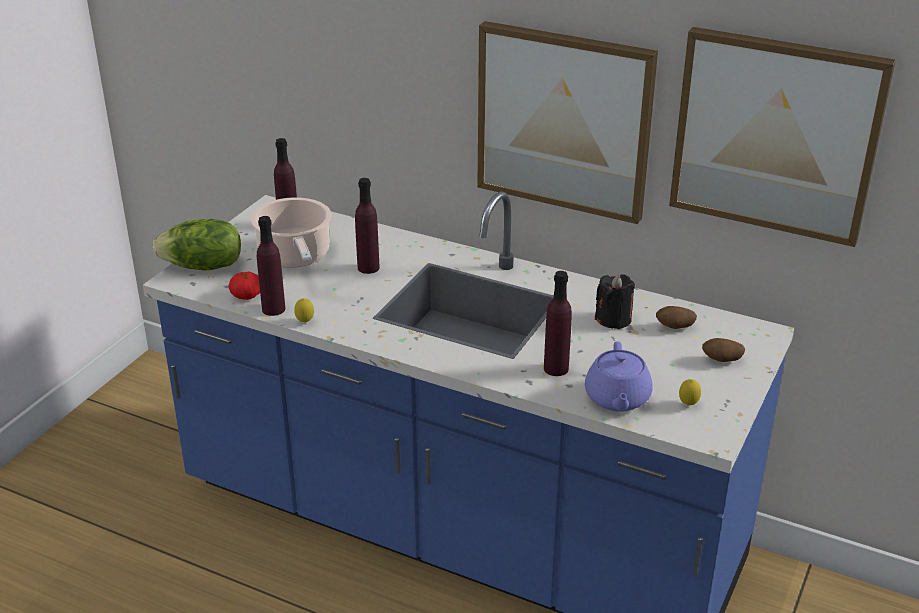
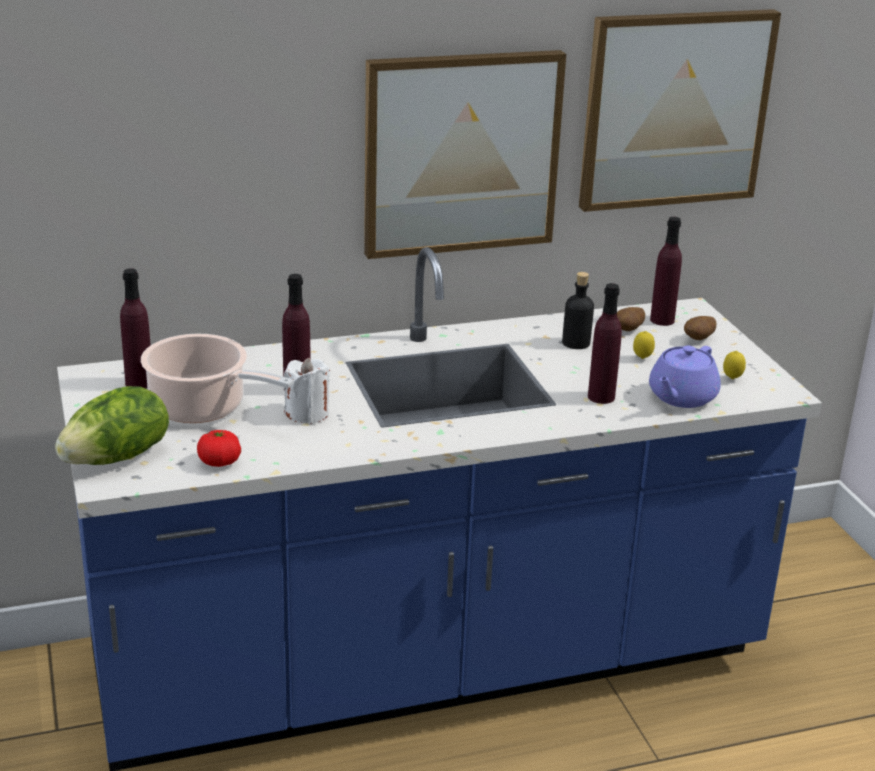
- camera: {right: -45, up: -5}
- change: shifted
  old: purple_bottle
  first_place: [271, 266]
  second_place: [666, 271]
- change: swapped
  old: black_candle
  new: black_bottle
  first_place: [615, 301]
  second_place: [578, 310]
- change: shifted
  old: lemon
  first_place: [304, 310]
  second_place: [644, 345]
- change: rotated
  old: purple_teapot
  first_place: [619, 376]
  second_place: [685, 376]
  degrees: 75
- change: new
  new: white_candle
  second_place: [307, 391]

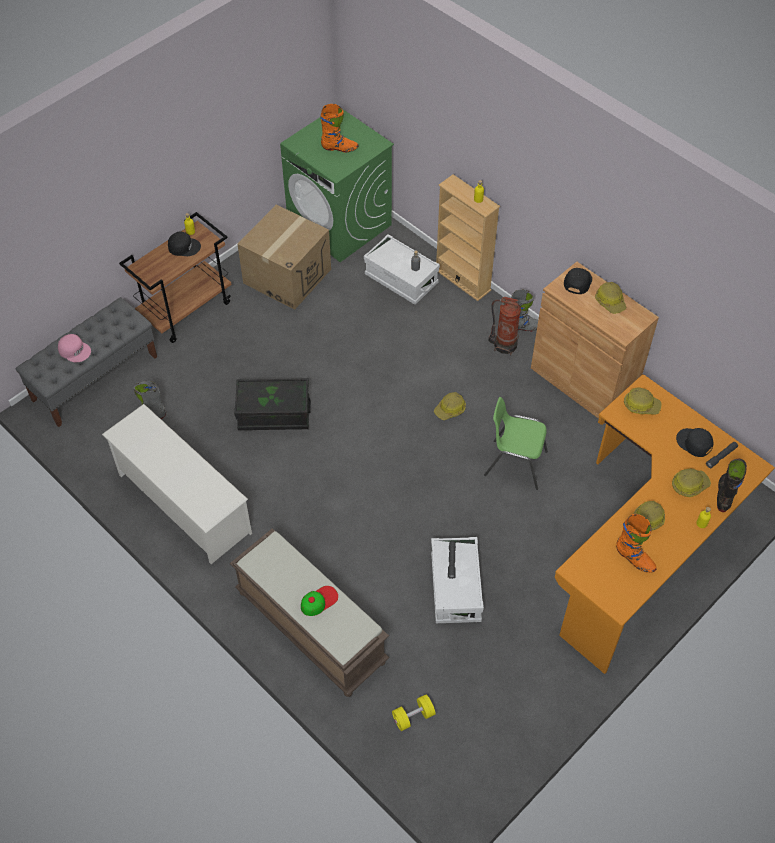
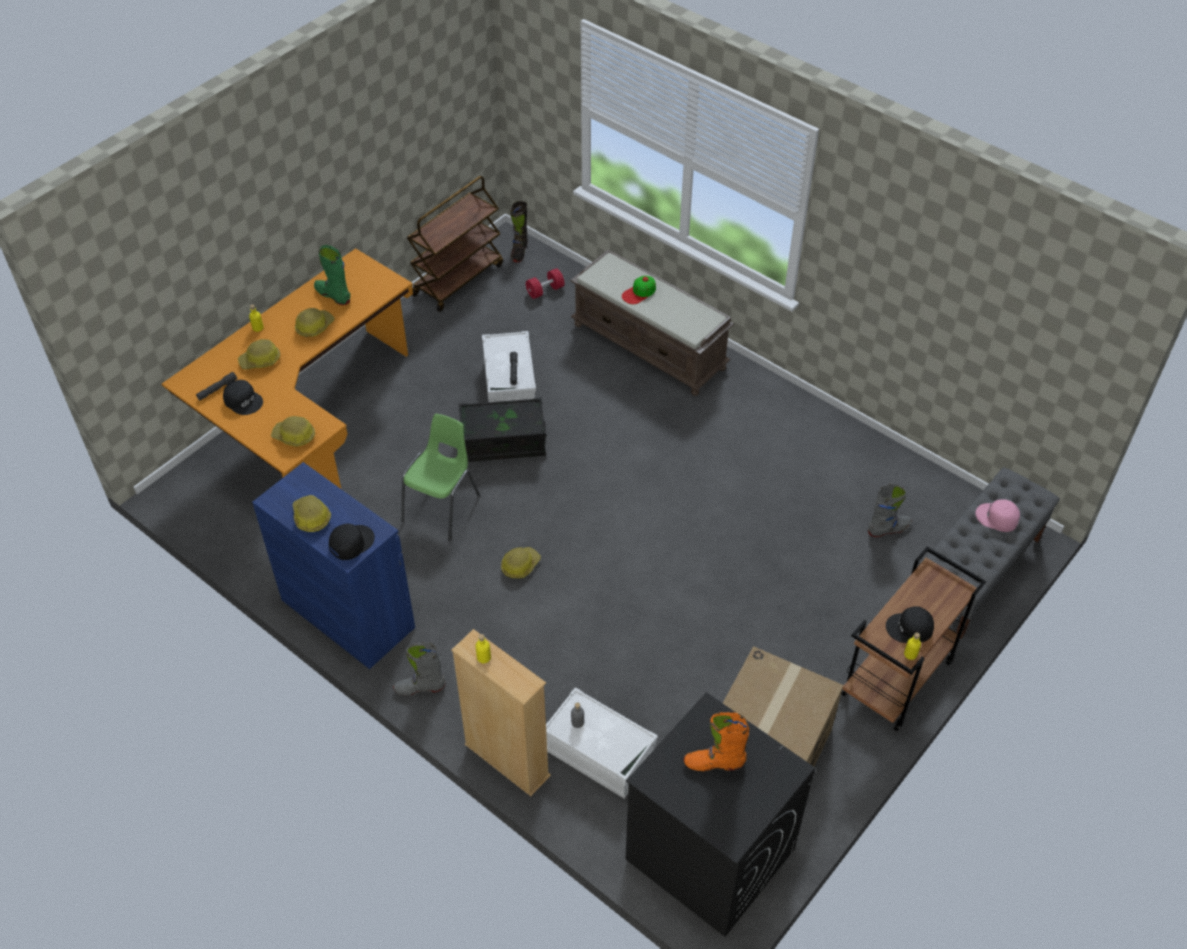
- camera: {right: 175, up: -5}
- change: repainted
  old: green_washing_machine
  new: black_washing_machine
  first_place: [337, 186]
  second_place: [720, 814]
- change: repainted
  old: brown_cabinet
  new: blue_cabinet
  first_place: [595, 343]
  second_place: [333, 565]
- change: rotated
  old: black_cap
  first_place: [578, 281]
  second_place: [352, 542]
  degrees: -150
- change: gone
  old: fire_extinguisher
  first_place: [504, 326]
- change: shifted
  old: black_storage_box
  first_place: [272, 404]
  second_place: [503, 430]
- change: rotated
  old: green_chair
  first_place: [516, 443]
  second_place: [440, 477]
  degrees: -75
- change: gone
  old: white_shoe_rack
  first_place: [177, 484]
- change: shifted
  old: black_boot
  first_place: [732, 485]
  second_place: [519, 231]
- change: repainted
  old: orange_boot
  new: green_boot
  first_place: [636, 543]
  second_place: [332, 275]
- change: repainted
  old: yellow_dumbbell
  new: red_dumbbell
  first_place: [414, 712]
  second_place: [545, 283]
- change: new
  new: brown_cart
  second_place: [455, 244]

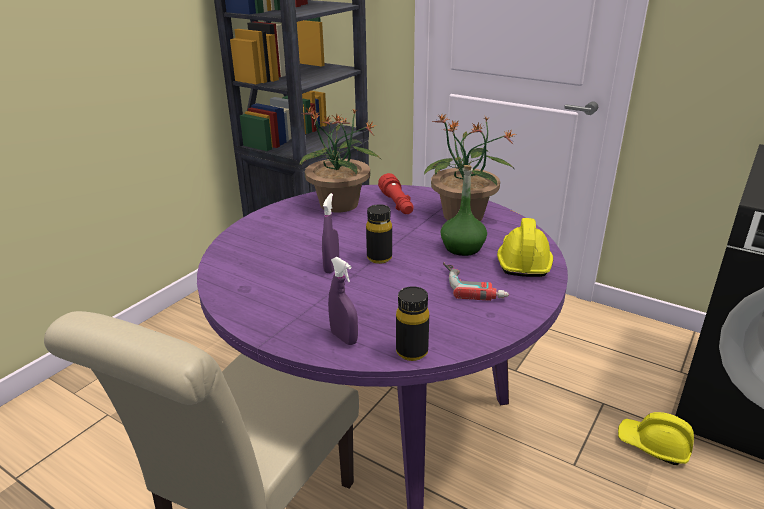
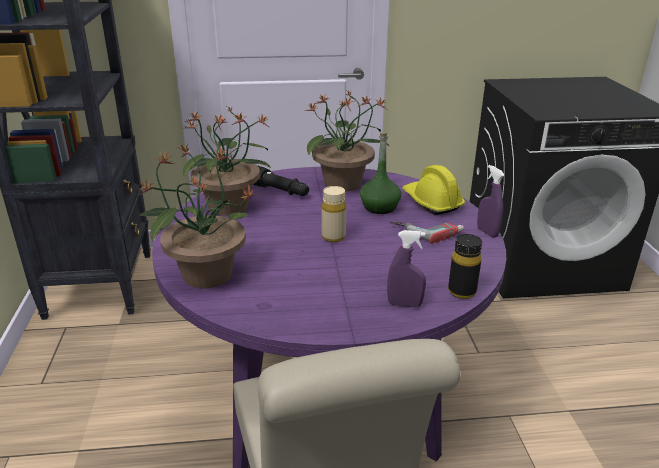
- camera: {right: -40, up: 0}
- change: repainted
  old: red_flashlight
  new: black_flashlight
  first_place: [396, 193]
  second_place: [281, 180]
- change: shifted
  old: purple_spray_bottle
  first_place: [330, 233]
  second_place: [491, 201]
- change: repainted
  old: black_bottle
  new: beige_bottle
  first_place: [379, 234]
  second_place: [334, 214]
- change: gone
  old: yellow_hard_hat
  first_place: [656, 438]
- change: new
  new: potted_plant
  second_place: [197, 216]

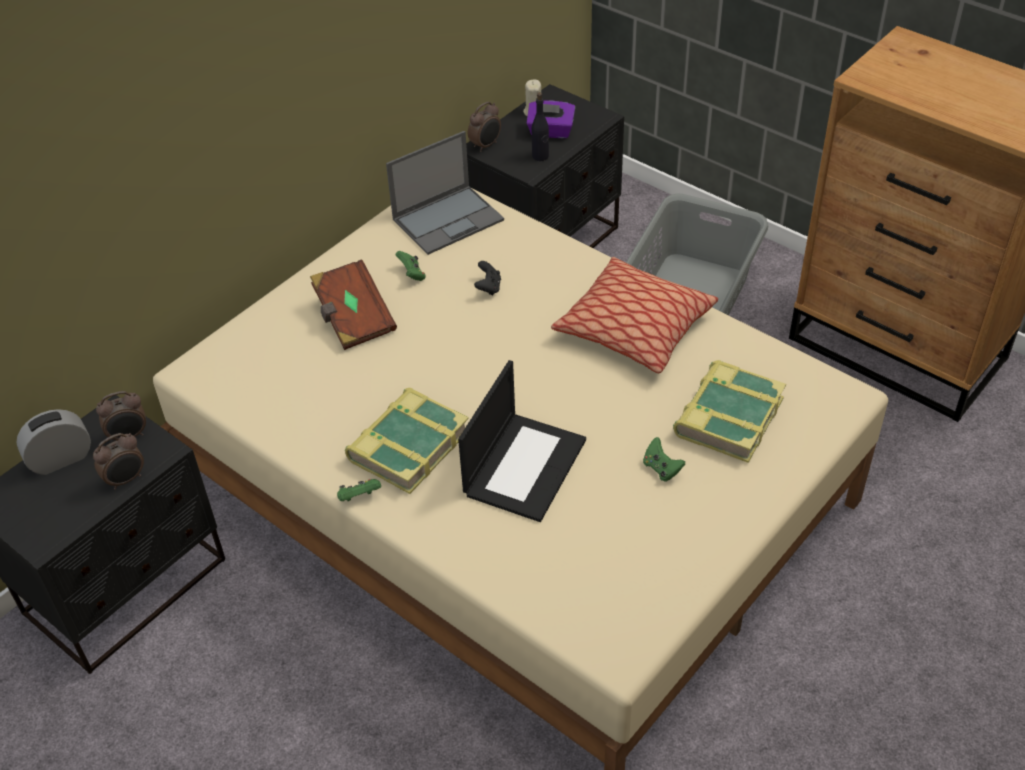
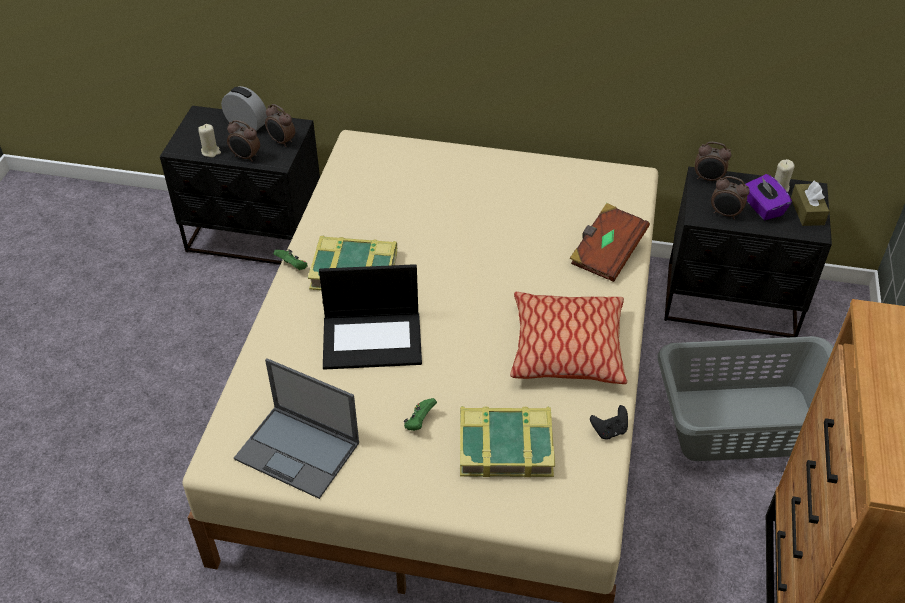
- camera: {right: 60, up: 0}
- change: swapped
  old: black_bottle
  new: alarm_clock
  first_place: [540, 126]
  second_place: [730, 197]
- change: shifted
  old: laptop
  first_place: [445, 193]
  second_place: [296, 428]
- change: gone
  old: green_game_controller
  first_place: [411, 266]
- change: shifted
  old: brown_book
  first_place: [353, 305]
  second_place: [609, 242]
- change: shifted
  old: black_game_controller
  first_place: [487, 278]
  second_place: [609, 422]
- change: new
  new: beige_candle
  second_place: [209, 140]
- change: new
  new: brown_tissue_box
  second_place: [810, 203]

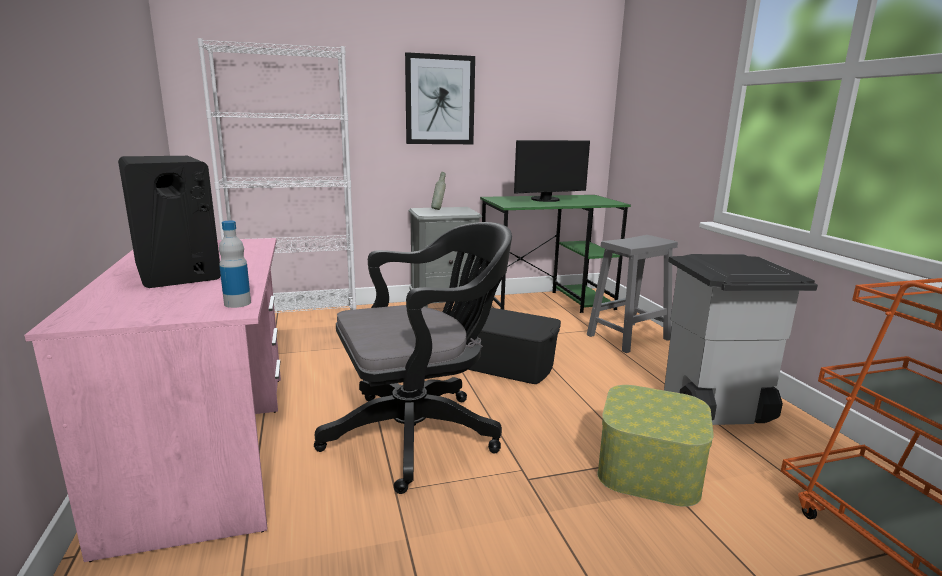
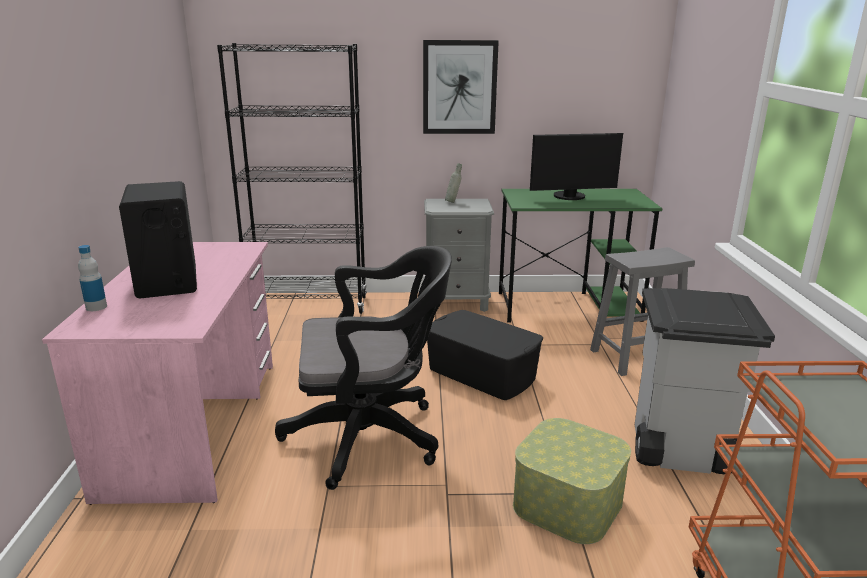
- camera: {right: 15, up: 5}
- change: repainted
  old: white_bookcase
  new: black_bookcase
  first_place: [277, 175]
  second_place: [292, 178]
- change: shifted
  old: bottle
  first_place: [235, 264]
  second_place: [92, 278]

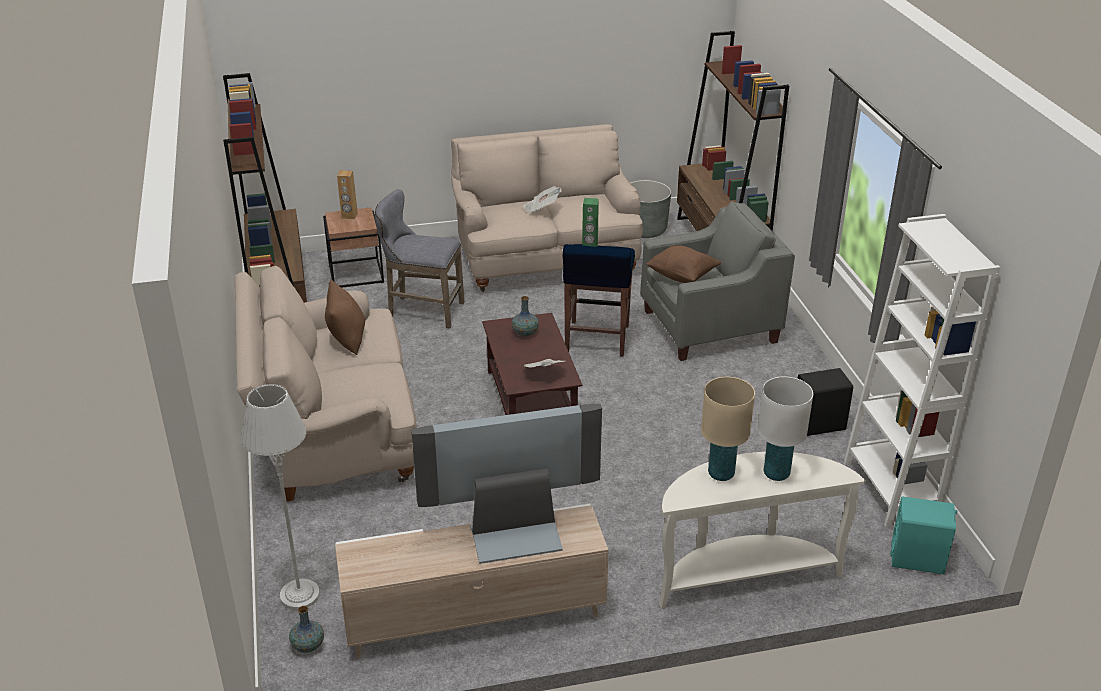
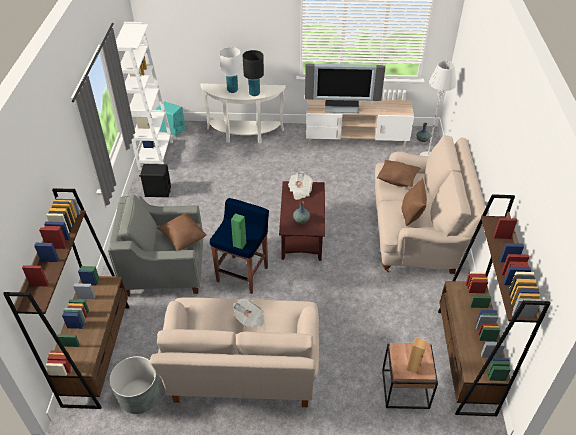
- camera: {right: -165, up: 10}
- change: gone
  old: grey_stool
  first_place: [420, 258]
- change: repainted
  old: beige_table_lamp
  new: black_table_lamp
  first_place: [728, 429]
  second_place: [253, 73]
- change: new
  new: brown_pillow
  second_place: [399, 173]

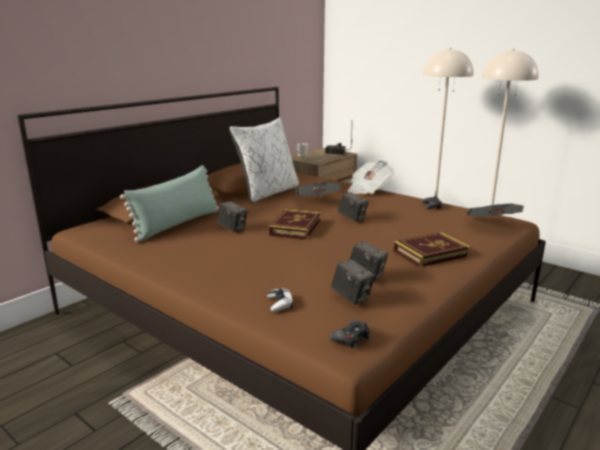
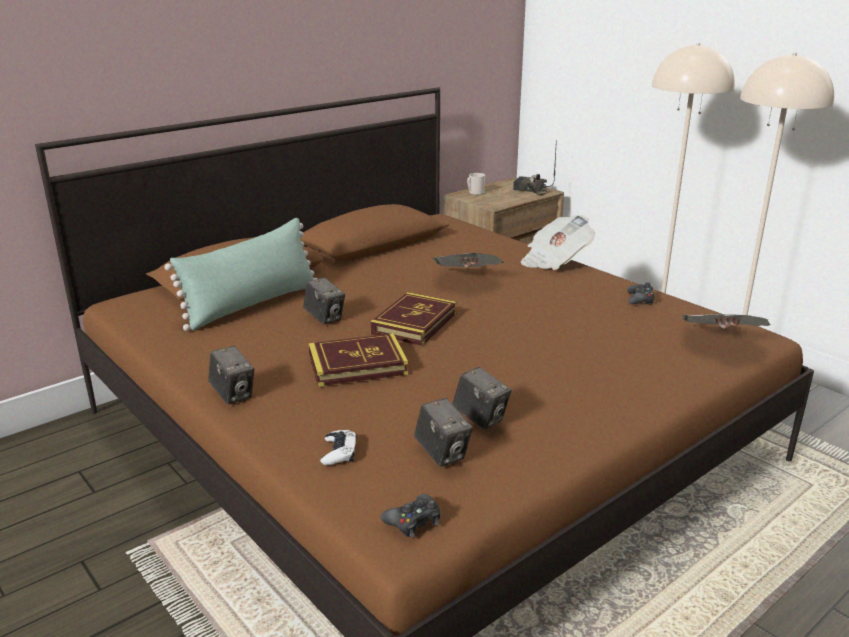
- camera: {right: 10, up: 5}
- change: gone
  old: white_pillow
  first_place: [264, 160]
- change: shifted
  old: photo_camera
  first_place: [353, 206]
  second_place: [231, 375]
- change: shifted
  old: book
  first_place: [431, 249]
  second_place: [358, 360]

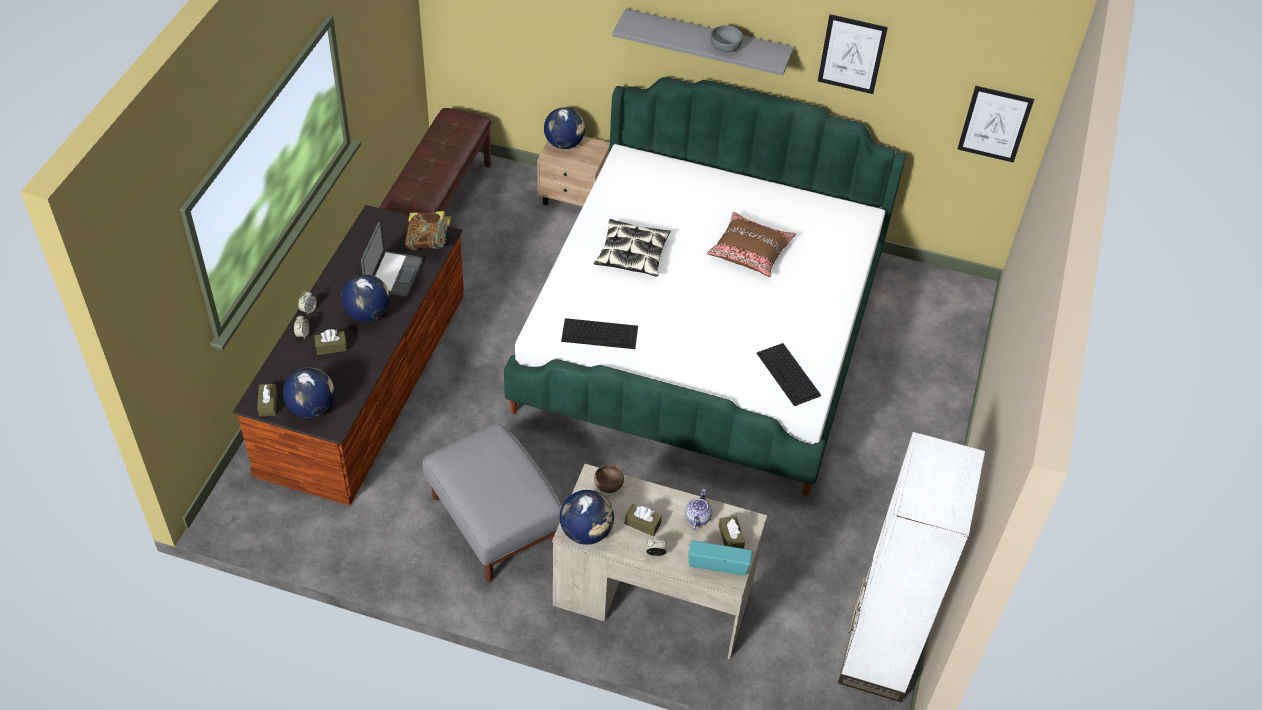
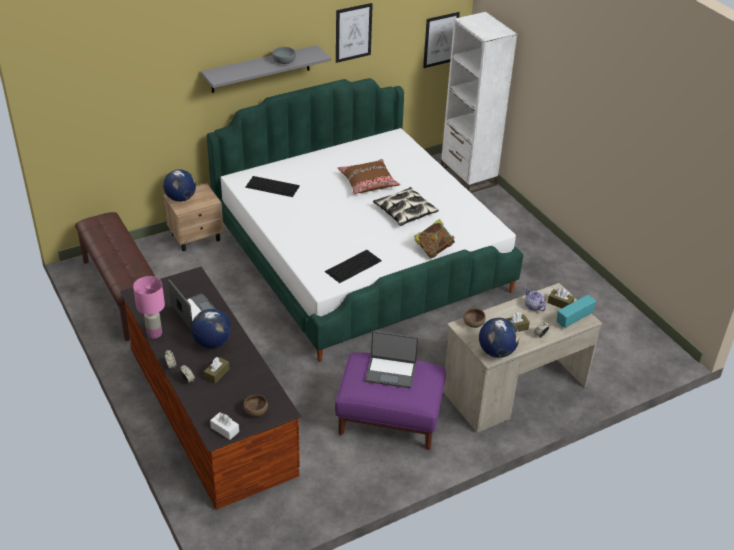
- camera: {right: -45, up: -10}
- change: shifted
  old: book
  first_place: [428, 230]
  second_place: [434, 238]
- change: shifted
  old: pillow
  first_place: [632, 248]
  second_place: [406, 206]
- change: shifted
  old: keyboard
  first_place: [789, 374]
  second_place: [272, 186]
- change: swapped
  old: globe
  new: brown_bowl
  first_place: [309, 392]
  second_place: [256, 406]
- change: repainted
  old: brown_tissue_box
  new: white_tissue_box
  first_place: [267, 400]
  second_place: [224, 426]
- change: repainted
  old: grey_ottoman
  new: purple_ottoman
  first_place: [492, 502]
  second_place: [390, 401]
- change: shifted
  old: white_bookcase
  first_place: [911, 567]
  second_place: [479, 102]
- change: new
  new: pink_table_lamp
  second_place: [149, 307]
- change: new
  new: laptop
  second_place: [391, 359]

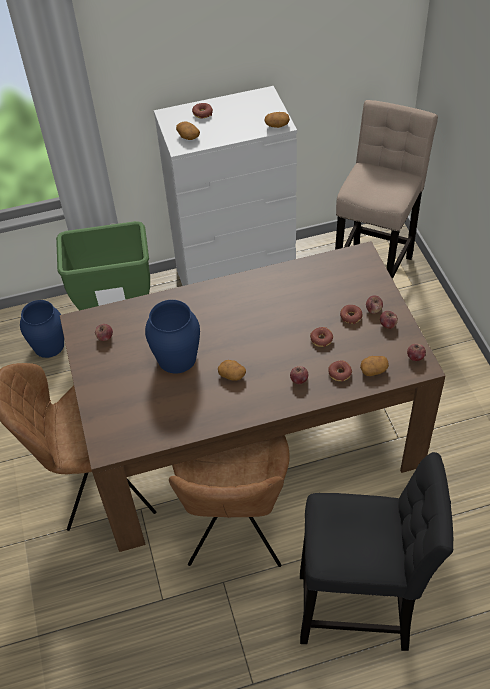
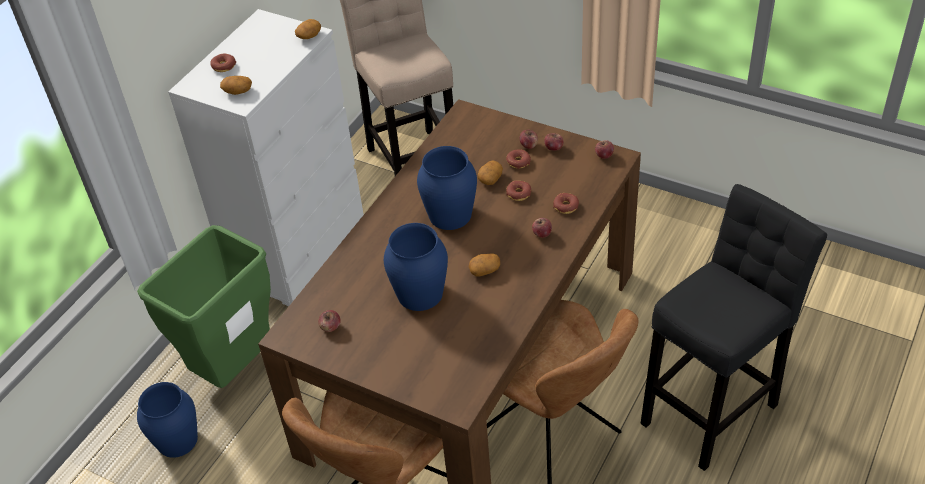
- camera: {right: -45, up: -5}
- change: shifted
  old: potato
  first_place: [374, 366]
  second_place: [490, 172]
- change: new
  new: blue_vase
  second_place: [447, 188]

